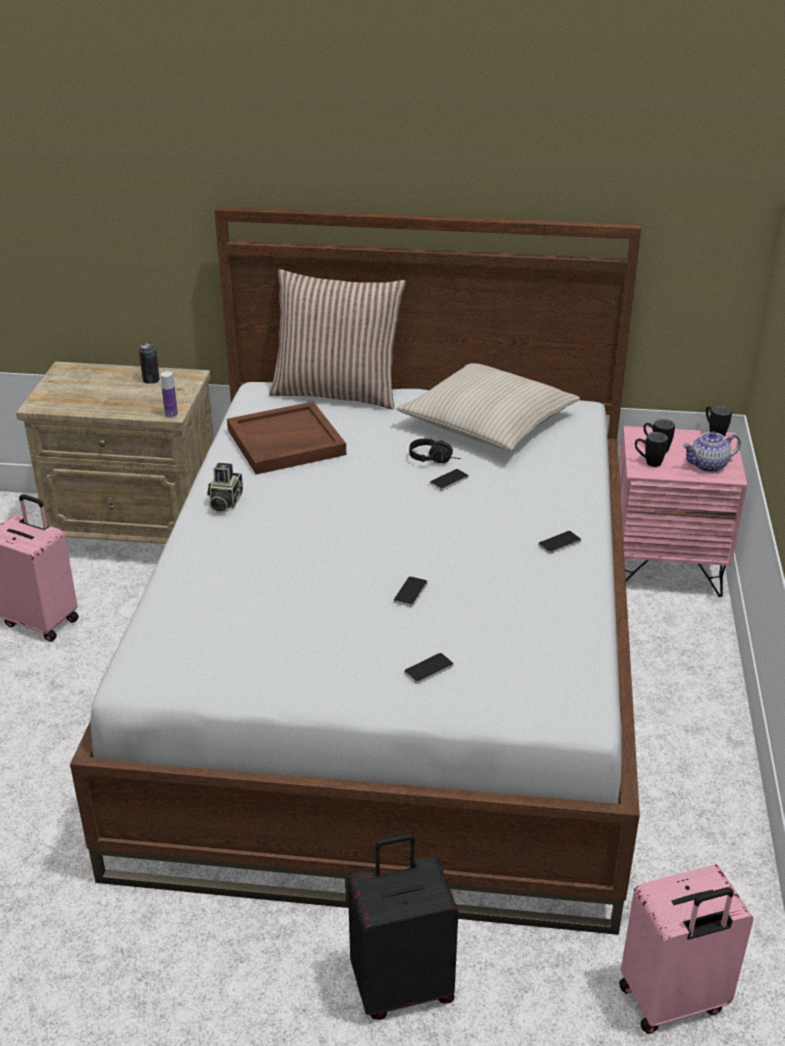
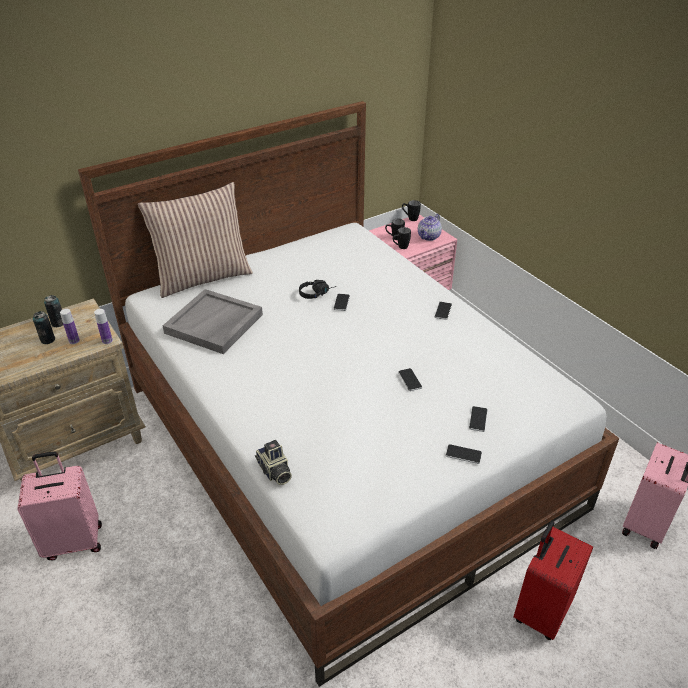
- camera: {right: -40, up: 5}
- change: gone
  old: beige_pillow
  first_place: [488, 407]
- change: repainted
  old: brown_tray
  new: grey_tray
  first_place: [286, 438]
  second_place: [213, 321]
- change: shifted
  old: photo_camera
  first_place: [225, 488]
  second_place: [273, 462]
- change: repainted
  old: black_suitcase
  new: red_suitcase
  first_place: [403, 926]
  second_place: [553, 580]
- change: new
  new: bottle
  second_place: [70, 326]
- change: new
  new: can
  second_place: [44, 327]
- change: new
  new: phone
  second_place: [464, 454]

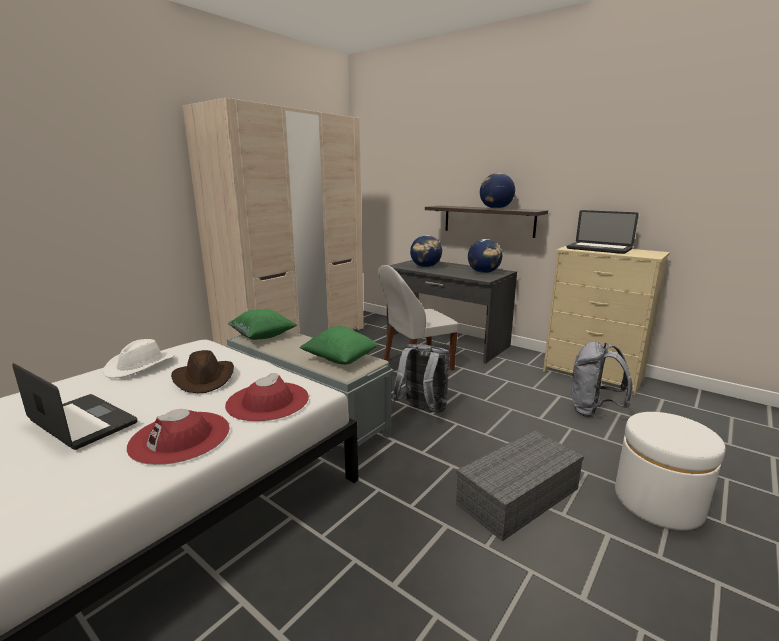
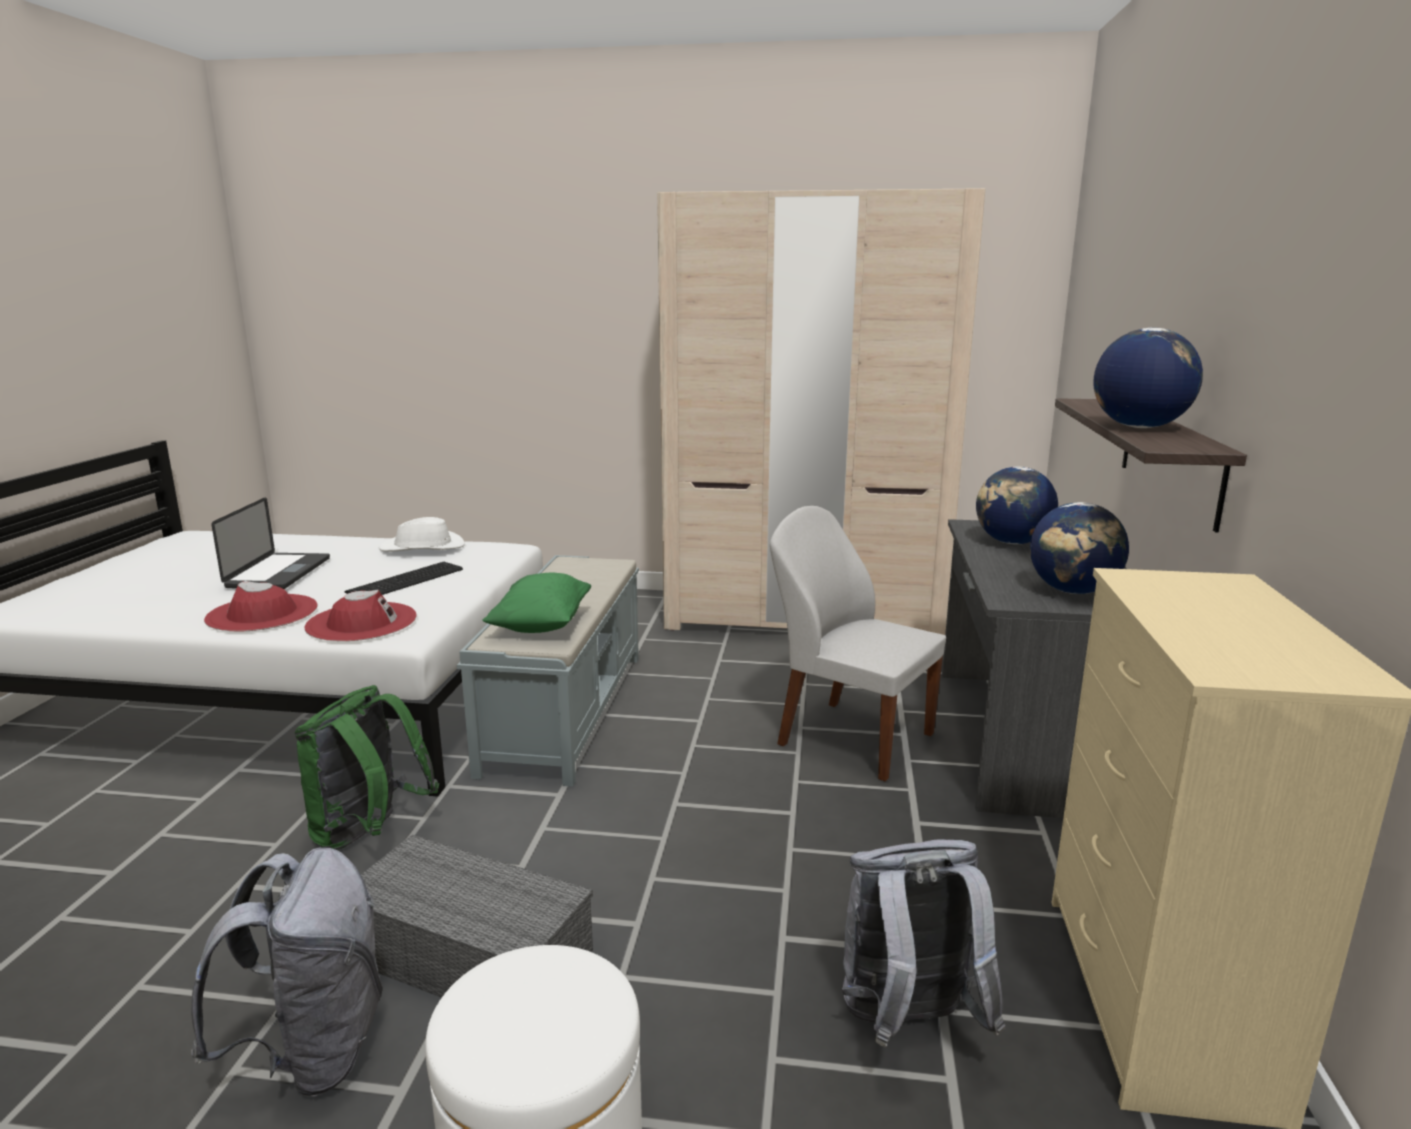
- camera: {right: 60, up: 0}
- change: gone
  old: laptop
  first_place: [602, 232]
- change: gone
  old: green_pillow
  first_place: [262, 324]
- change: shifted
  old: grey_backpack
  first_place: [422, 378]
  second_place: [287, 972]
- change: swapped
  old: brown_hat
  new: keyboard
  first_place: [202, 371]
  second_place: [404, 578]
- change: new
  new: green_backpack
  second_place: [367, 767]

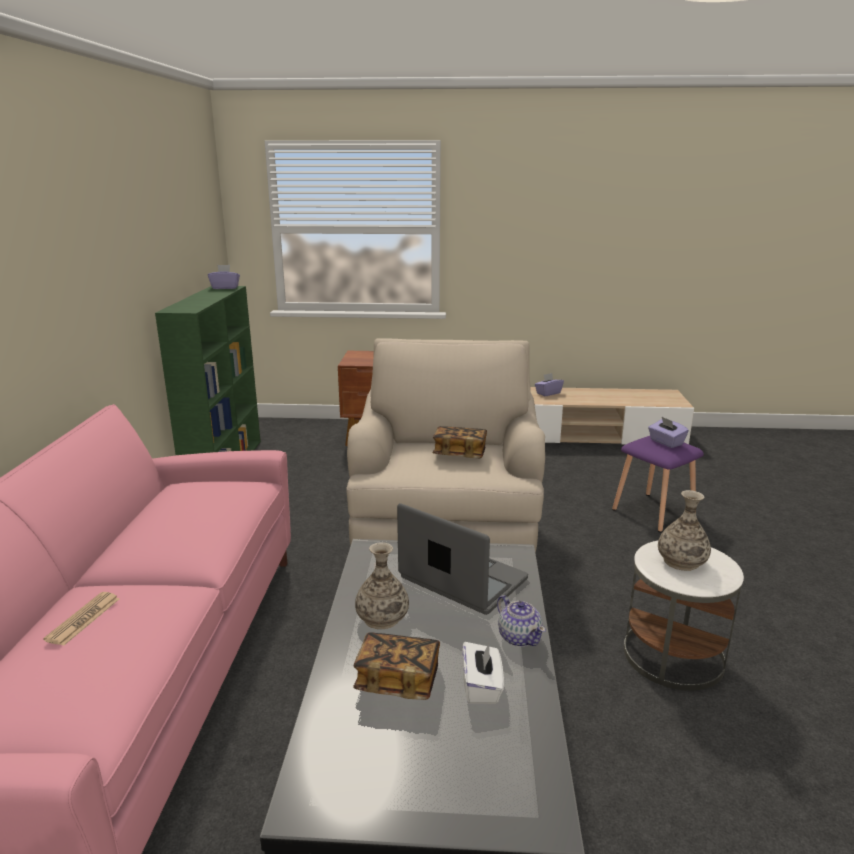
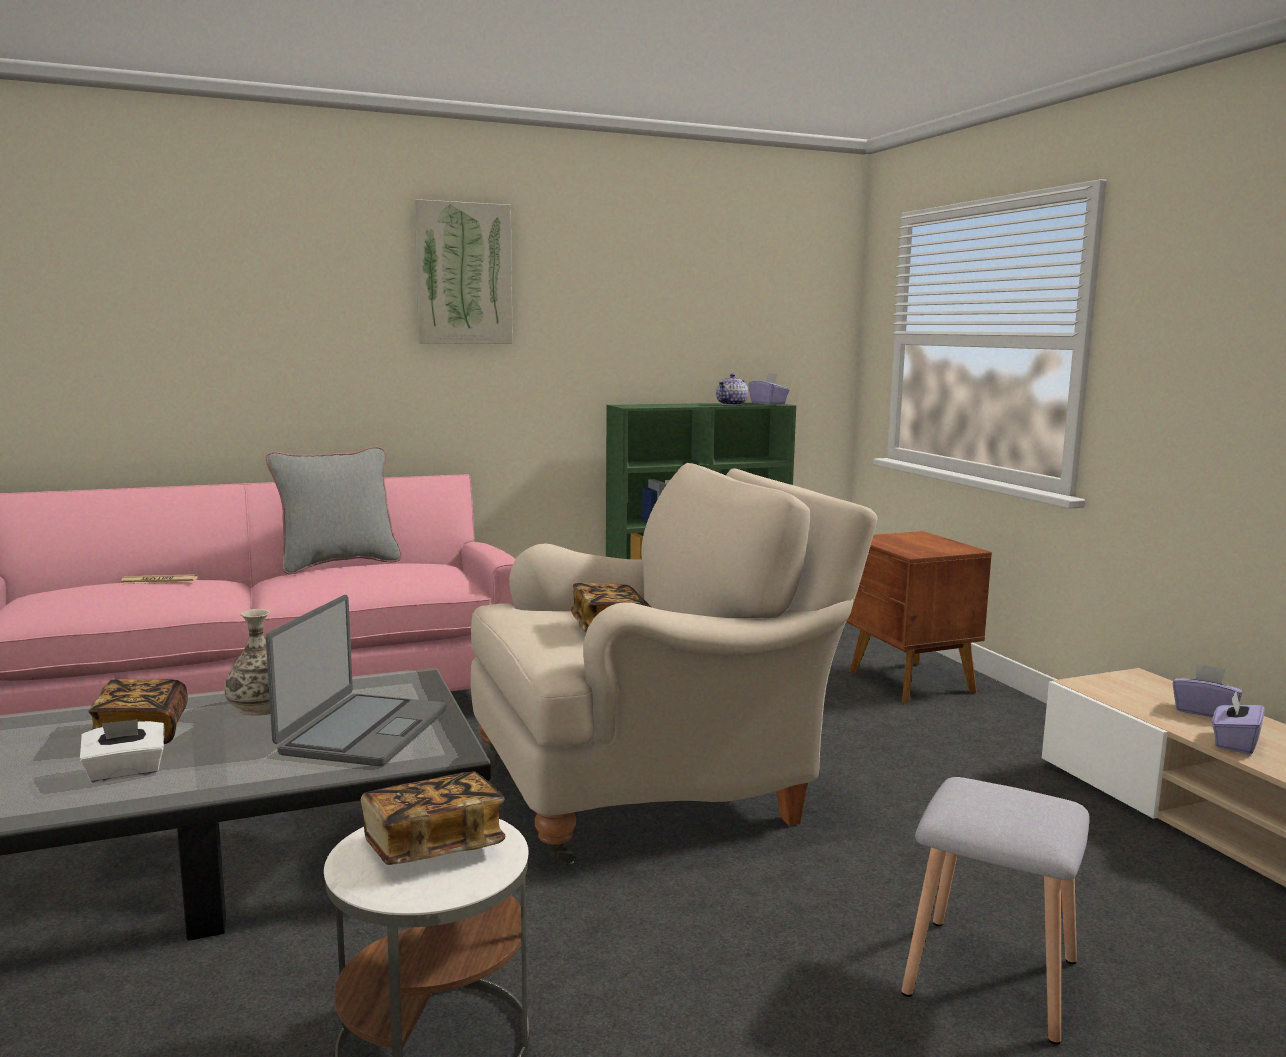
- camera: {right: 65, up: -10}
- change: shifted
  old: purple_tissue_box
  first_place: [668, 432]
  second_place: [1238, 722]
- change: repainted
  old: purple_stool
  new: grey_stool
  first_place: [658, 484]
  second_place: [995, 911]
- change: swapped
  old: vase
  new: book
  first_place: [684, 530]
  second_place: [433, 818]
- change: shifted
  old: teapot
  first_place: [521, 621]
  second_place: [732, 389]
- change: new
  new: picture
  second_place: [463, 271]
- change: new
  new: grey_pillow
  second_place: [334, 510]

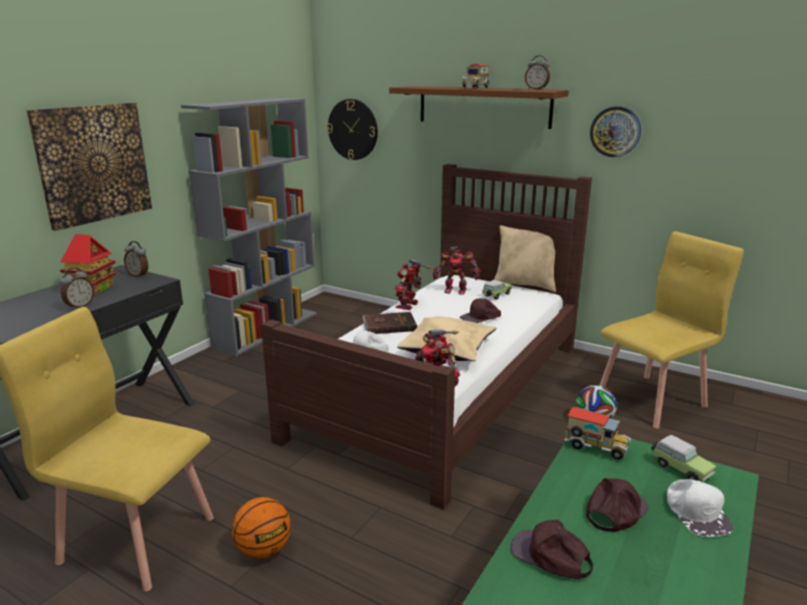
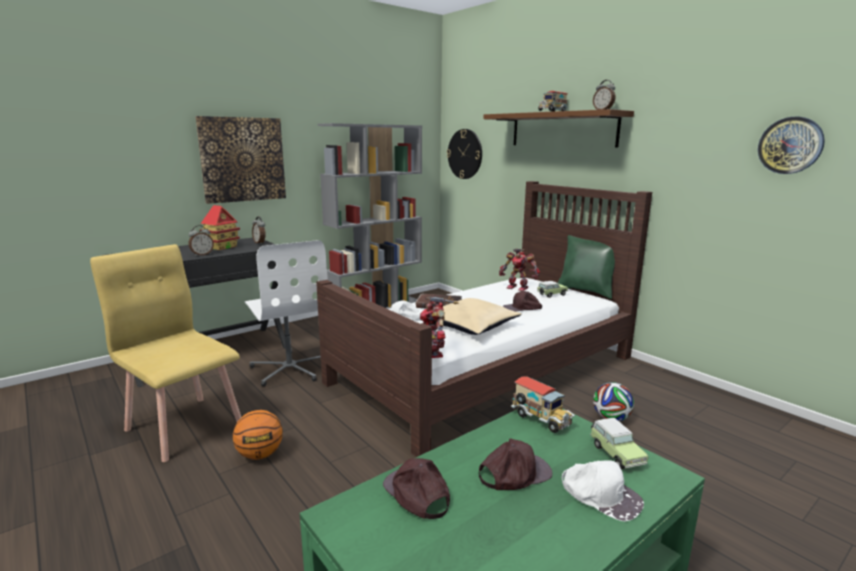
- camera: {right: 20, up: -5}
- change: shifted
  old: wall_clock
  first_place: [615, 131]
  second_place: [791, 145]
- change: repainted
  old: beige_pillow
  new: green_pillow
  first_place: [525, 258]
  second_place: [586, 267]
- change: gone
  old: yellow_chair
  first_place: [671, 330]
- change: gone
  old: toy_robot
  first_place: [413, 284]
- change: rotated
  old: white_cap
  first_place: [700, 508]
  second_place: [603, 490]
  degrees: -60
- change: new
  new: white_office_chair
  second_place: [286, 313]

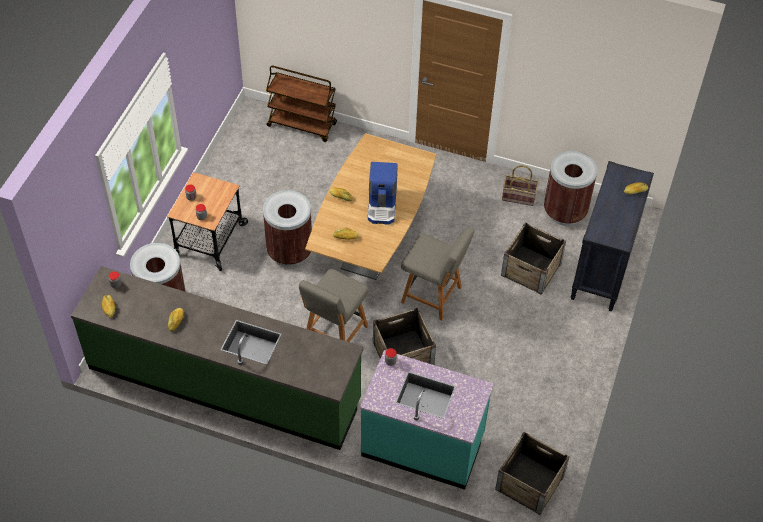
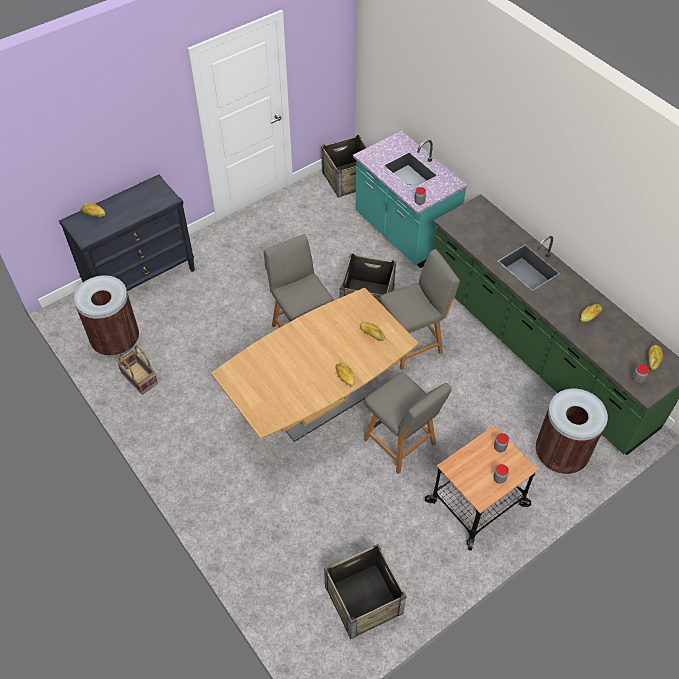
- camera: {right: -145, up: 0}
- change: gone
  old: brown_cart
  first_place: [301, 103]
- change: gone
  old: coffee_machine
  first_place: [383, 193]
- change: swapped
  old: brown_trash_can
  new: grey_chair
  first_place: [287, 228]
  second_place: [408, 423]
- change: shifted
  old: crate
  first_place: [533, 259]
  second_place: [365, 591]

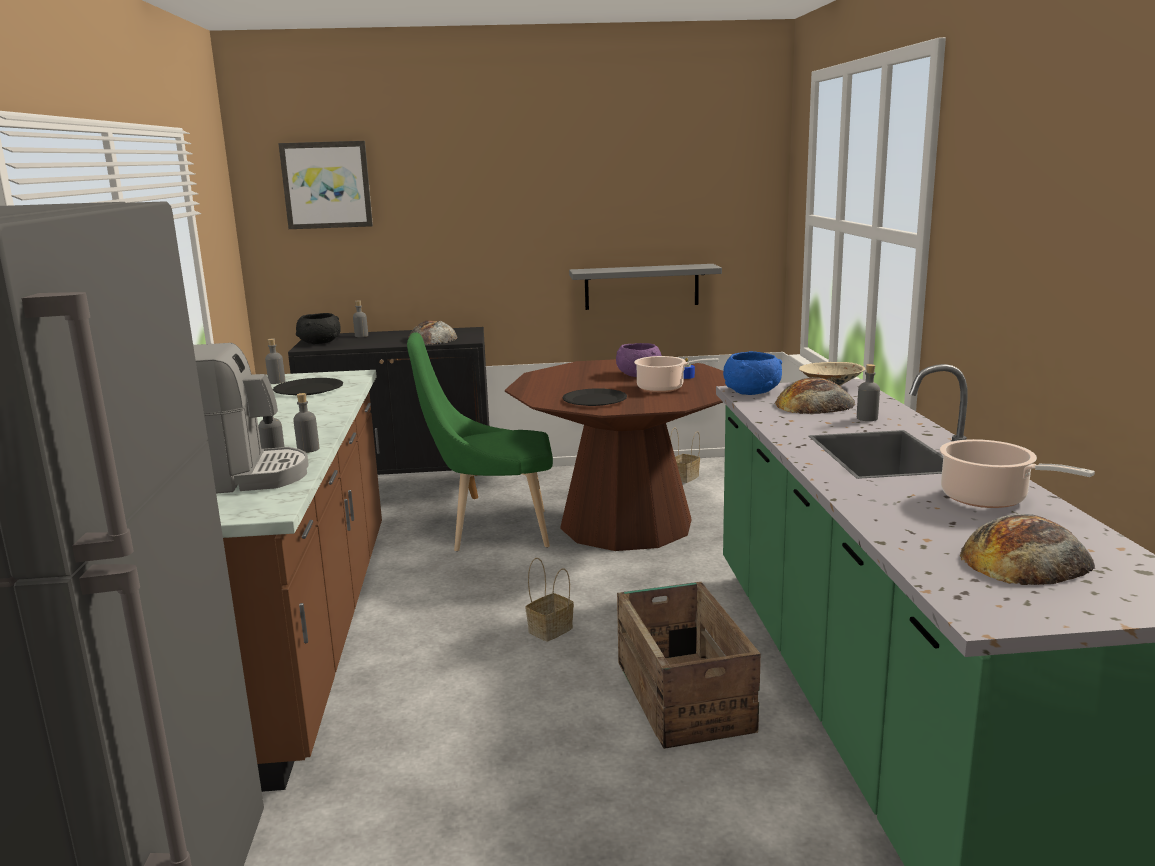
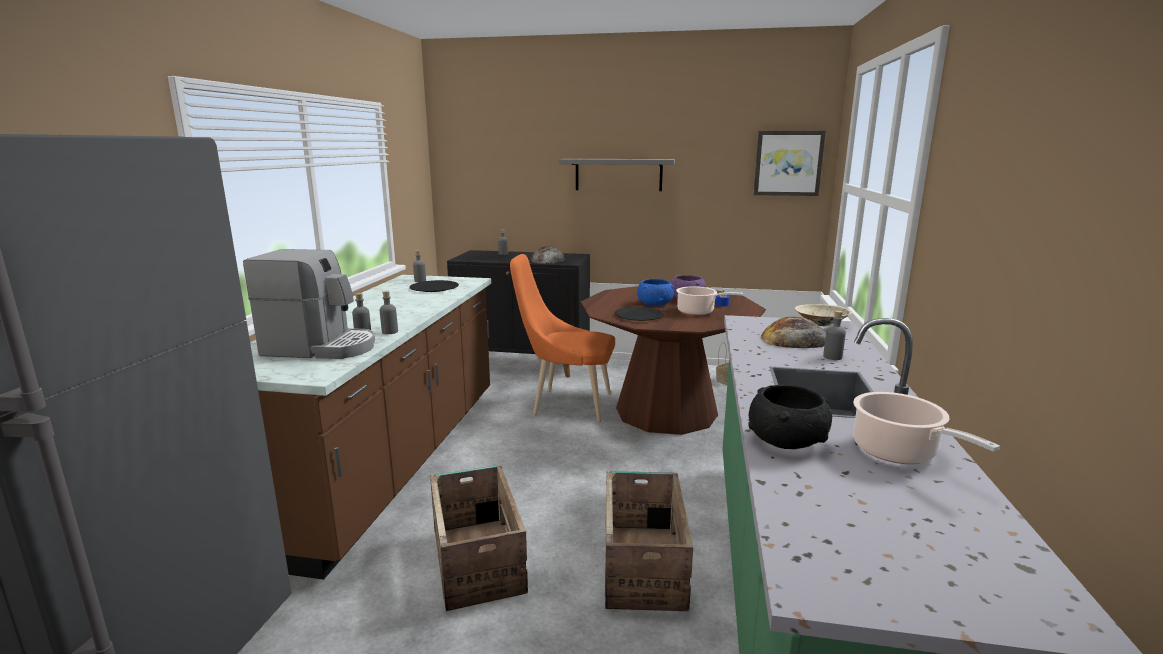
- camera: {right: 15, up: 0}
- change: shifted
  old: picture
  first_place: [325, 185]
  second_place: [790, 163]
- change: shifted
  old: grey_shelf
  first_place: [645, 287]
  second_place: [617, 175]
- change: shifted
  old: black_bowl
  first_place: [318, 328]
  second_place: [790, 417]
- change: repainted
  old: green_chair
  new: orange_chair
  first_place: [480, 441]
  second_place: [562, 338]
- change: shifted
  old: blue_bowl
  first_place: [752, 373]
  second_place: [655, 292]
- change: gone
  old: bread
  first_place: [1027, 549]
- change: gone
  old: basket
  first_place: [550, 600]
- change: new
  new: crate
  second_place: [479, 538]

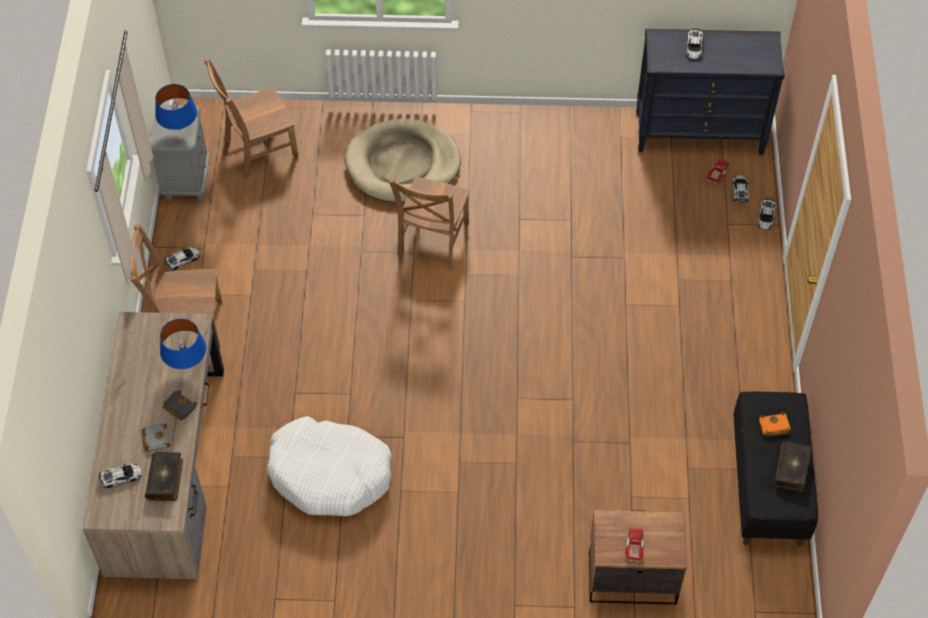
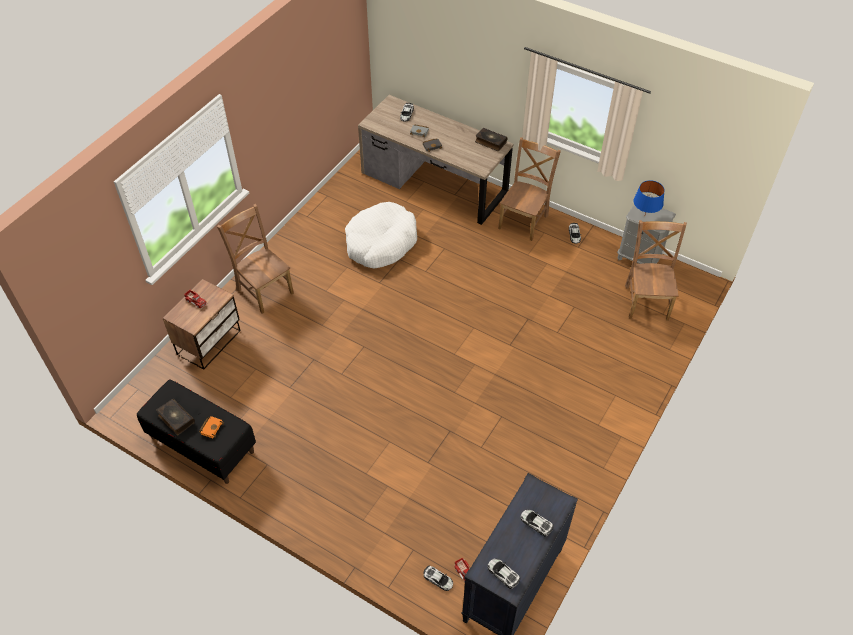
- camera: {right: 120, up: -5}
- change: gone
  old: beige_dog_bed
  first_place: [403, 160]
- change: shifted
  old: brown_chair
  first_place: [429, 222]
  second_place: [255, 259]
- change: shifted
  old: toy_car
  first_place: [767, 214]
  second_place: [503, 573]
- change: gone
  old: blue_table_lamp
  first_place: [183, 344]
- change: shifted
  old: book
  first_place: [164, 476]
  second_place: [491, 139]

